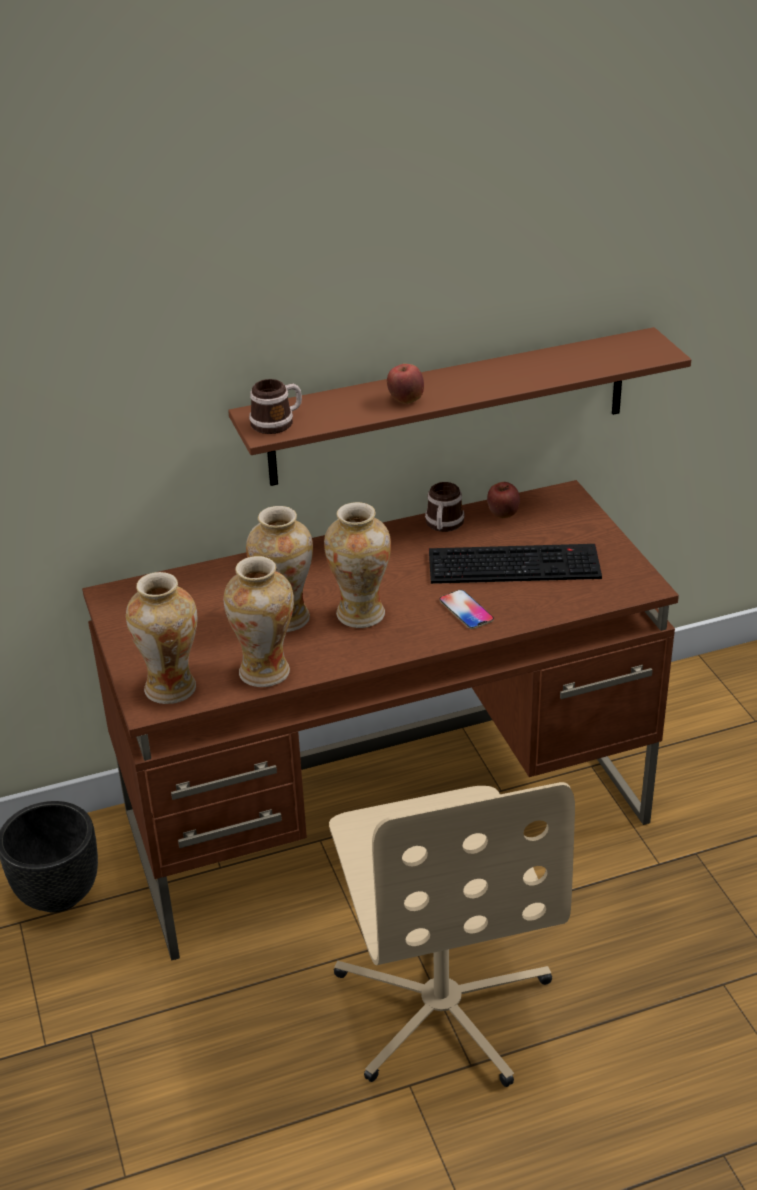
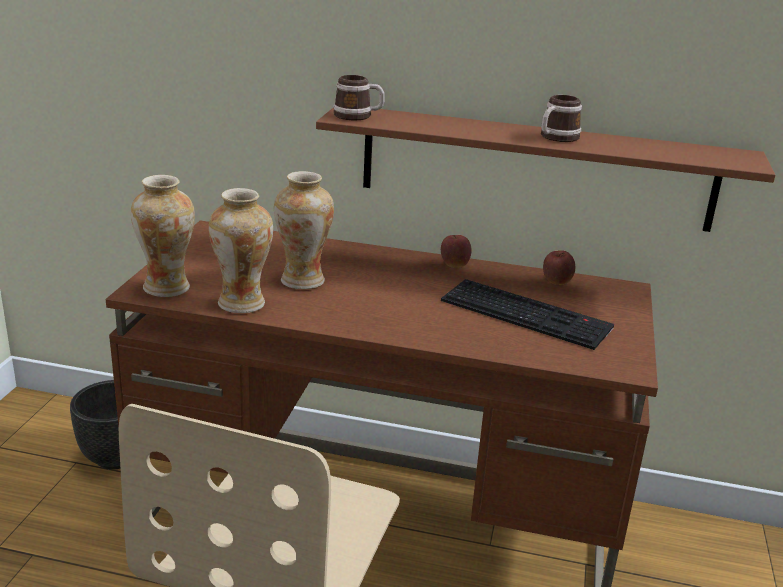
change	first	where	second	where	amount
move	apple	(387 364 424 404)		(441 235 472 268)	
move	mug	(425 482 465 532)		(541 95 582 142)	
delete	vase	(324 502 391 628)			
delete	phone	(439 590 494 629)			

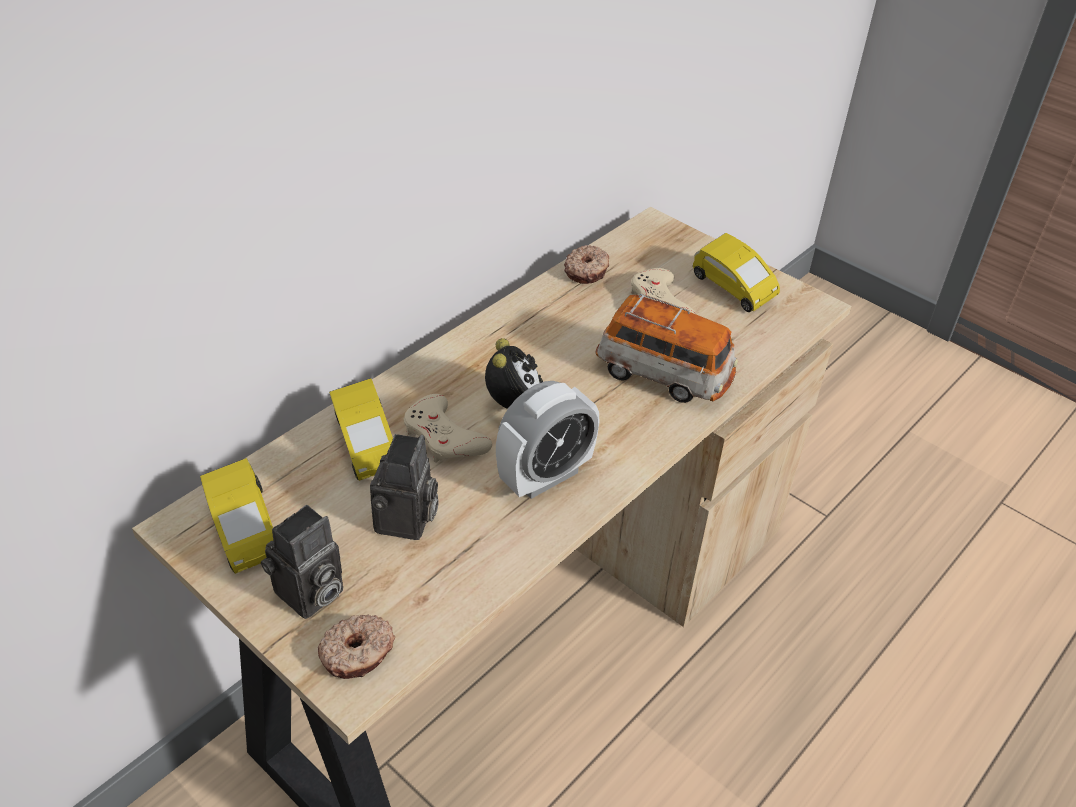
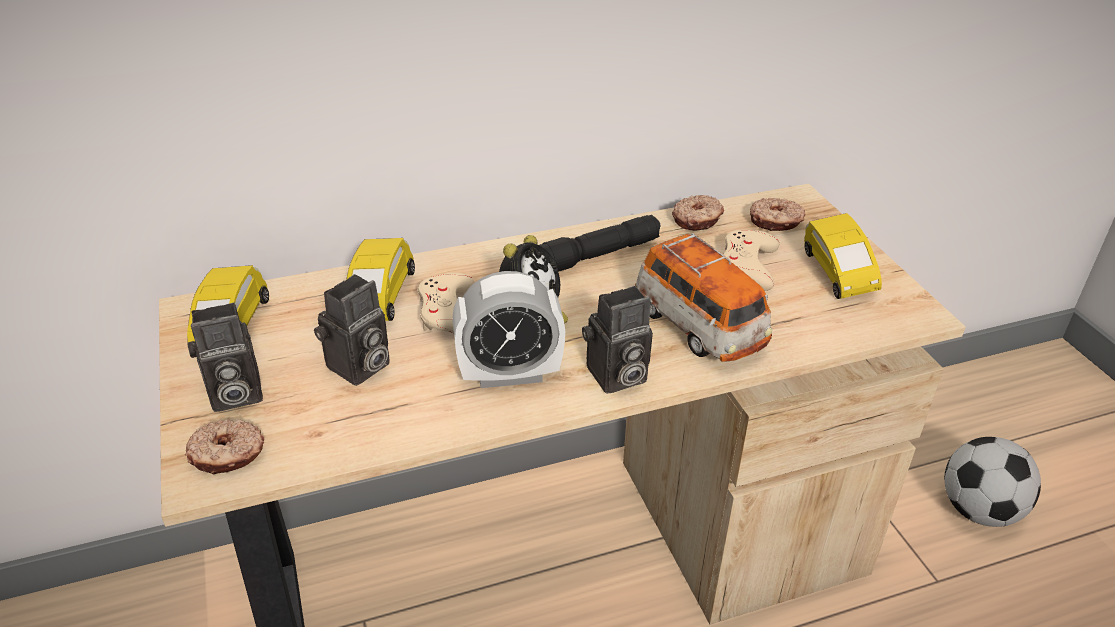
change	first	where	second	where	amount
insert			black flashlight	(540 215 661 272)	
insert			photo camera	(582 286 653 394)	
insert			donut	(750 198 806 231)	
insert			football	(944 437 1041 527)	

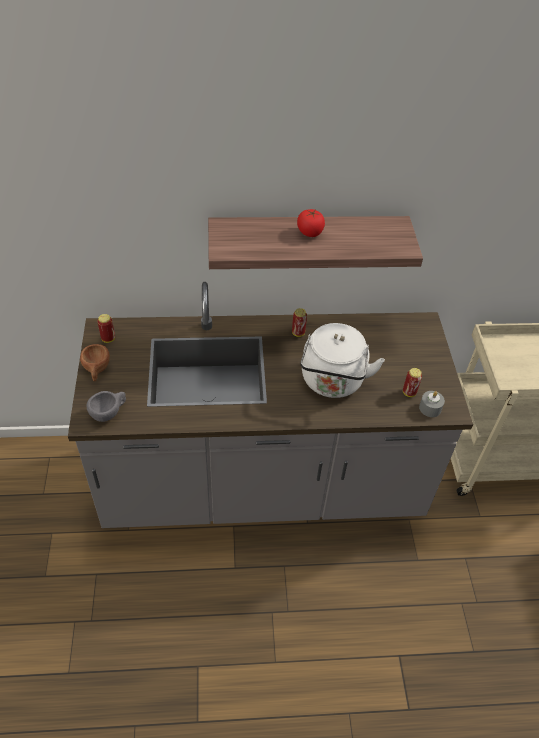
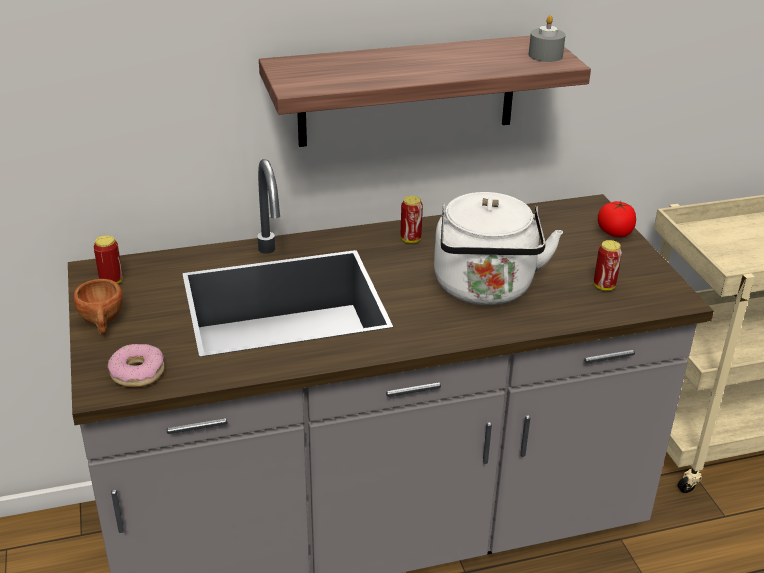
change	first	where	second	where	amount
replace	grey cup	(86 391 126 422)	donut	(108 344 164 387)	
move	grey candle	(419 391 445 417)		(529 15 566 62)	
move	tomato	(297 209 325 237)		(598 201 636 237)	

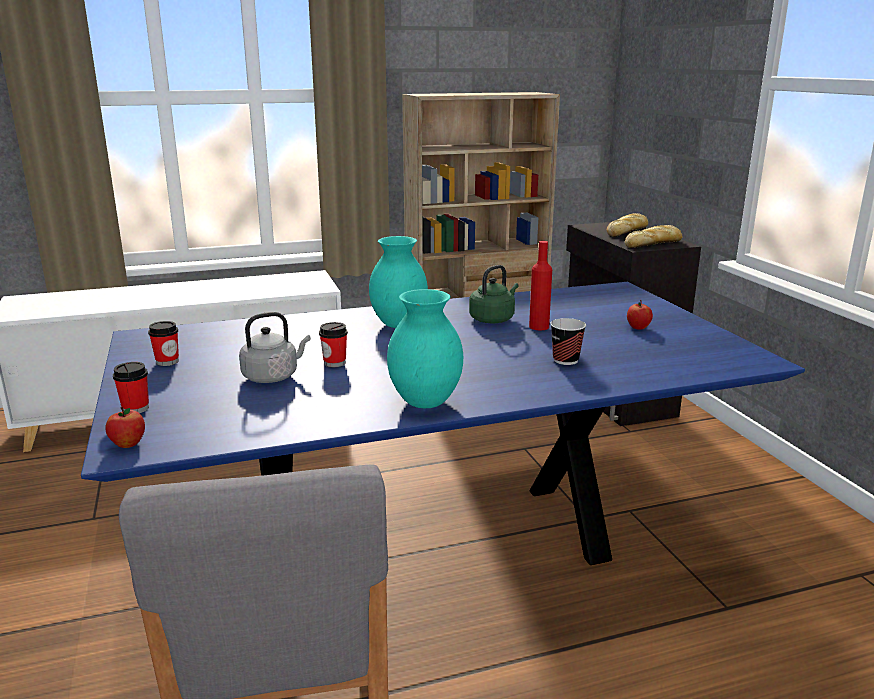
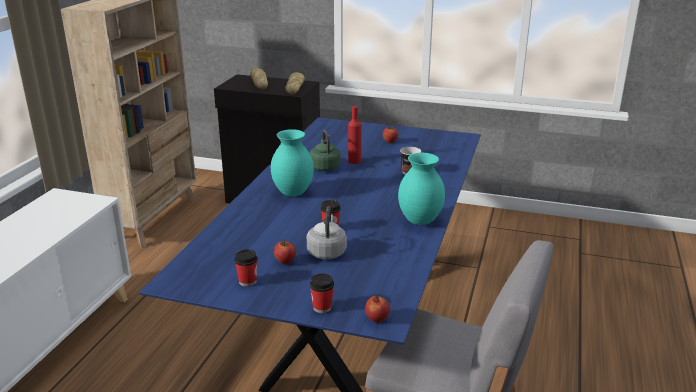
change	first	where	second	where	amount
insert			apple	(274 240 296 264)	

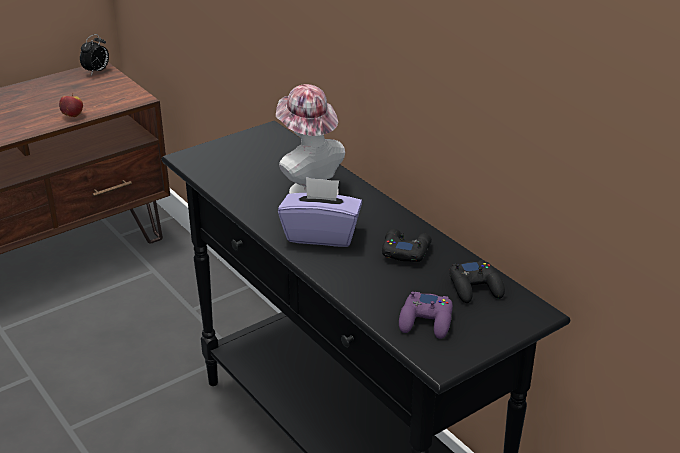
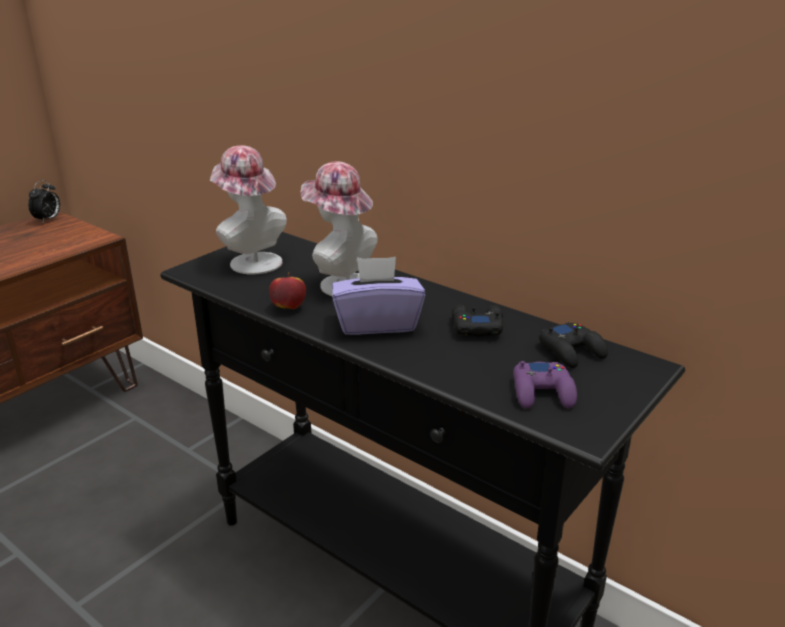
change	first	where	second	where	amount
insert			hat	(210 145 287 275)	
move	apple	(59 93 83 117)		(269 272 306 309)	

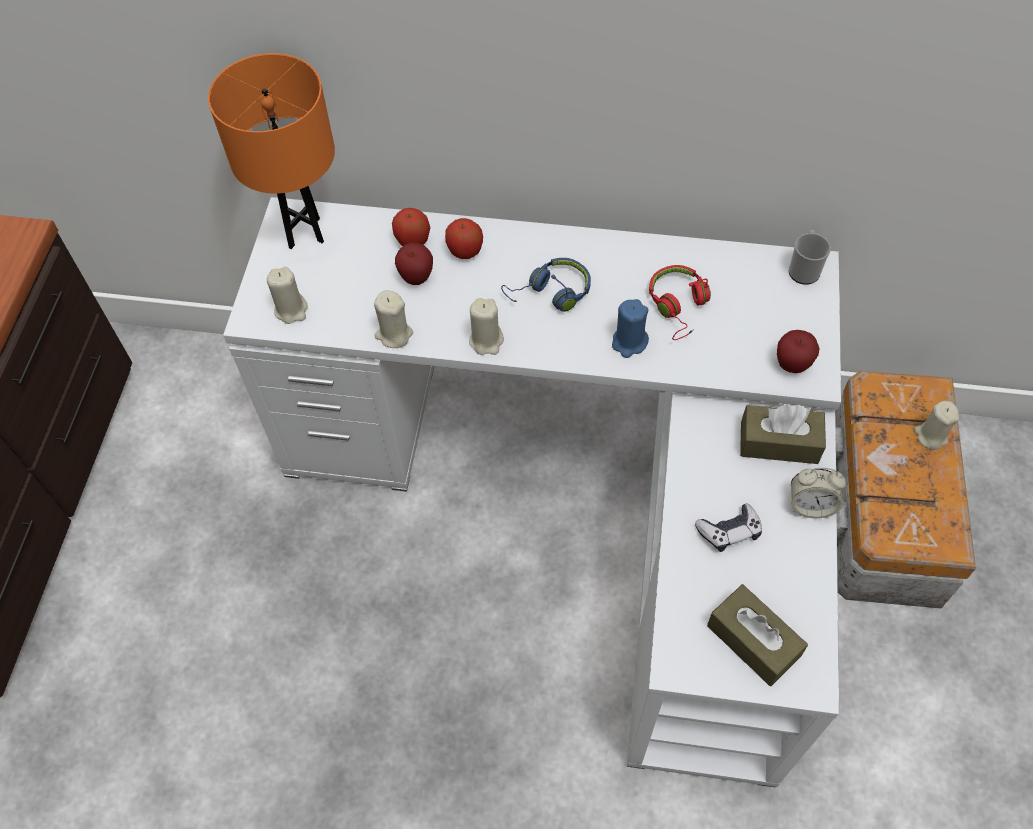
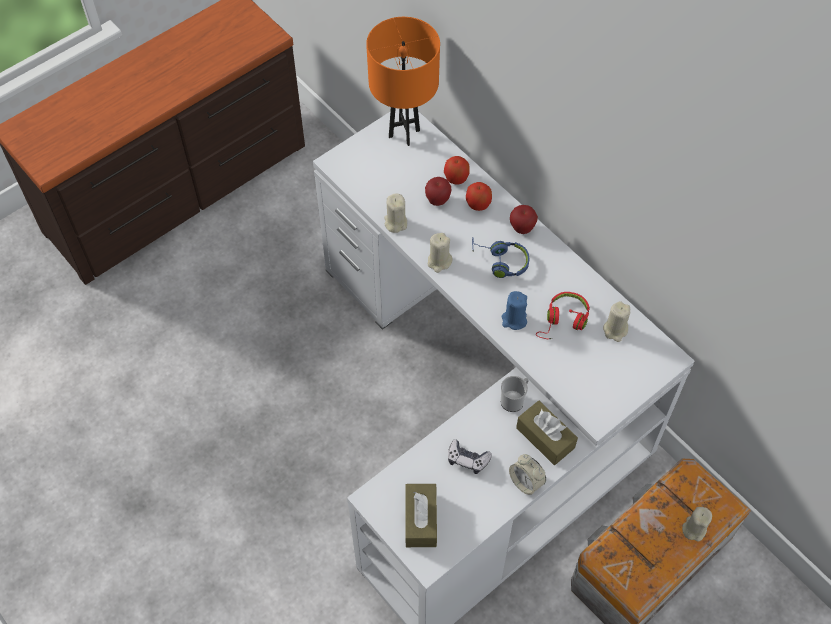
change	first	where	second	where	amount
move	mug	(789 230 831 285)		(500 376 529 412)	
move	apple	(777 330 819 373)		(510 205 538 234)	
move	beige candle	(267 267 308 324)		(603 301 630 342)	

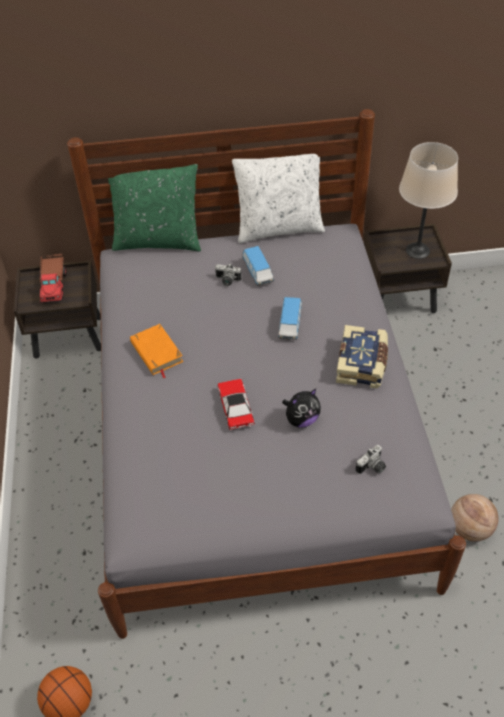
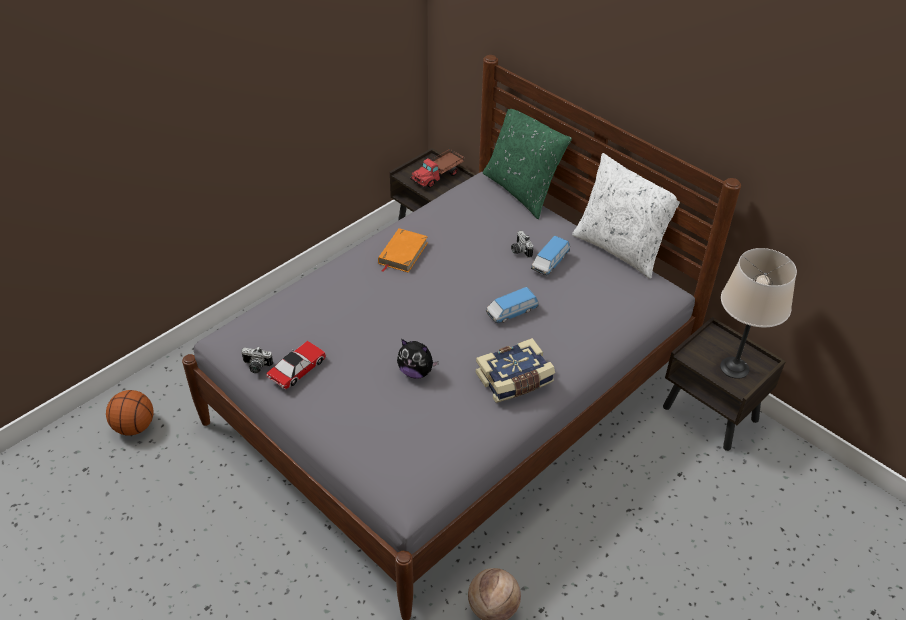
change	first	where	second	where	amount
move	photo camera	(355 445 386 474)		(241 347 273 373)	
move	toy car	(217 379 255 430)		(266 341 327 389)	

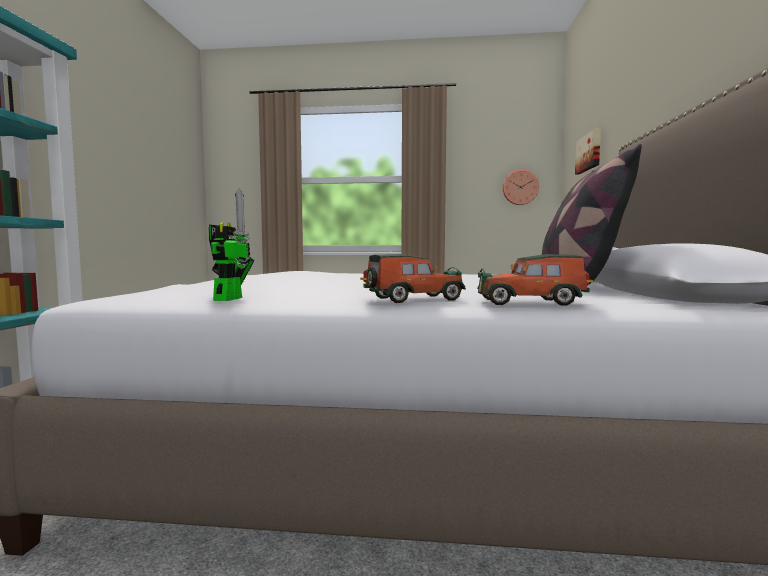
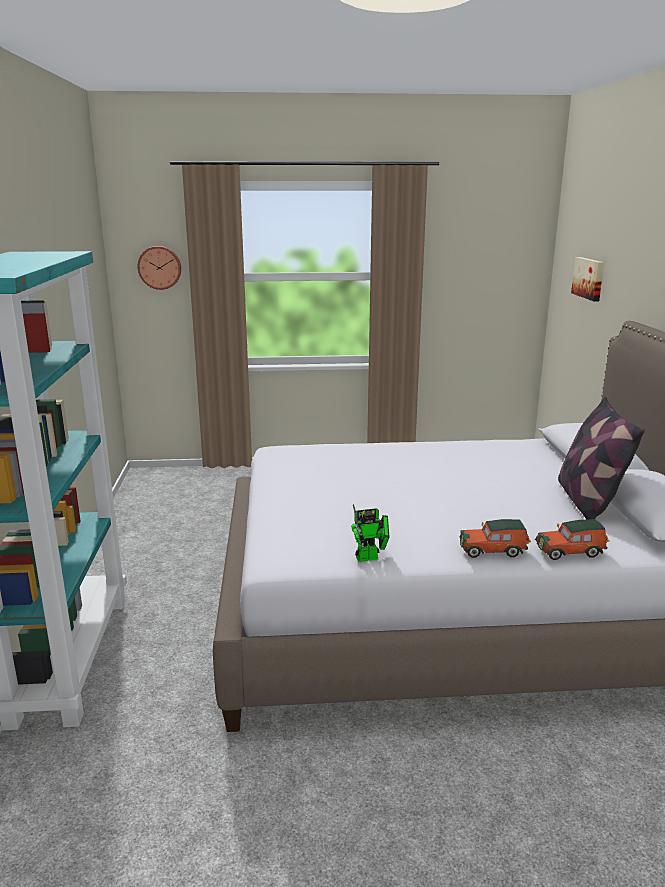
change	first	where	second	where	amount
move	wall clock	(503 169 539 205)		(138 246 181 290)	
rotate	toy robot	(209 188 254 301)		(351 504 389 562)	75 degrees clockwise
rotate	toy car	(360 254 466 303)		(459 519 531 558)	150 degrees counterclockwise

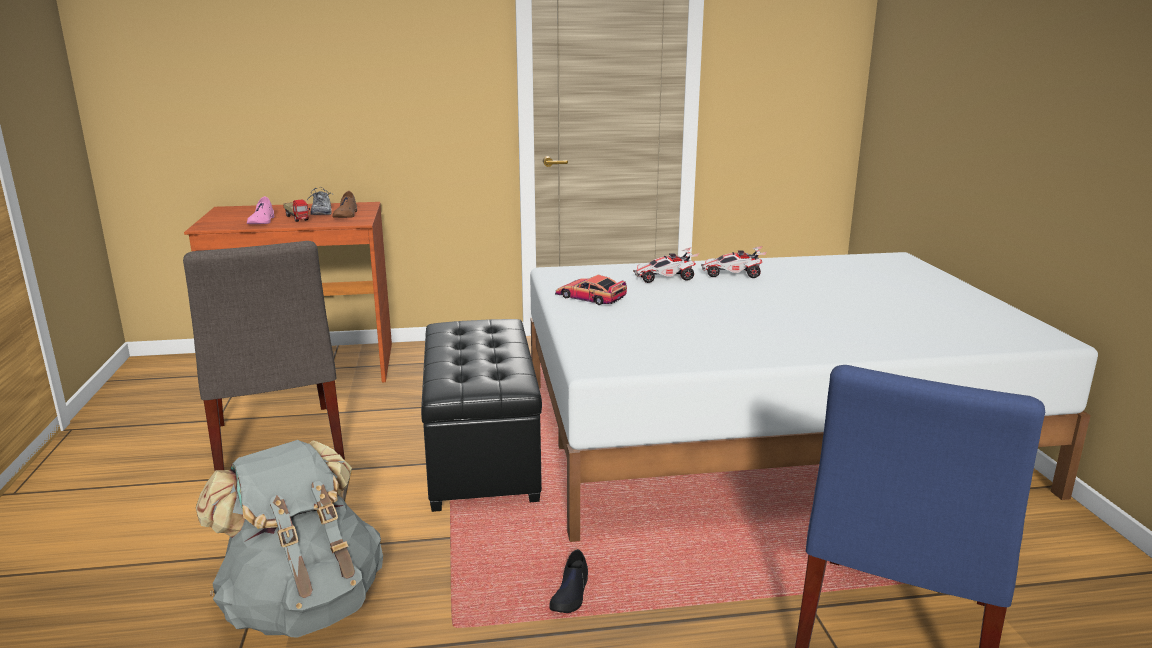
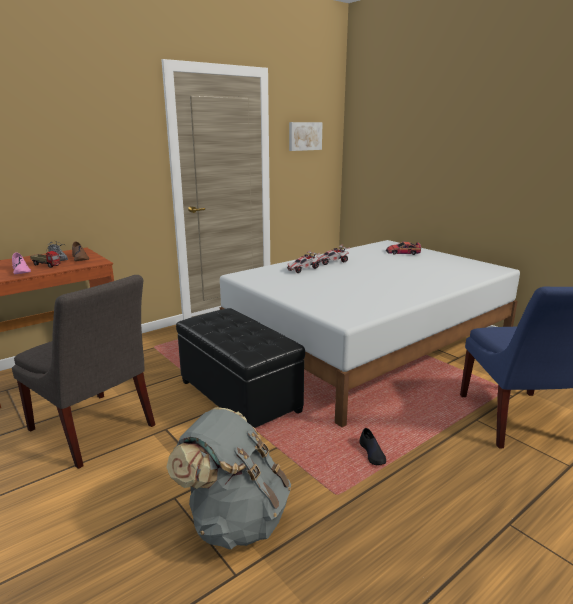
change	first	where	second	where	amount
insert			picture	(289 122 323 151)	
move	toy car	(555 274 627 305)		(386 242 421 255)	

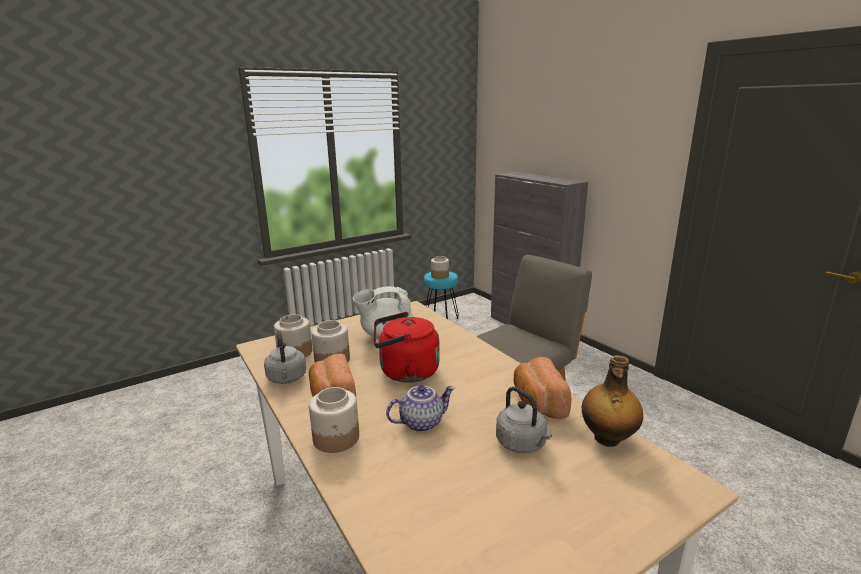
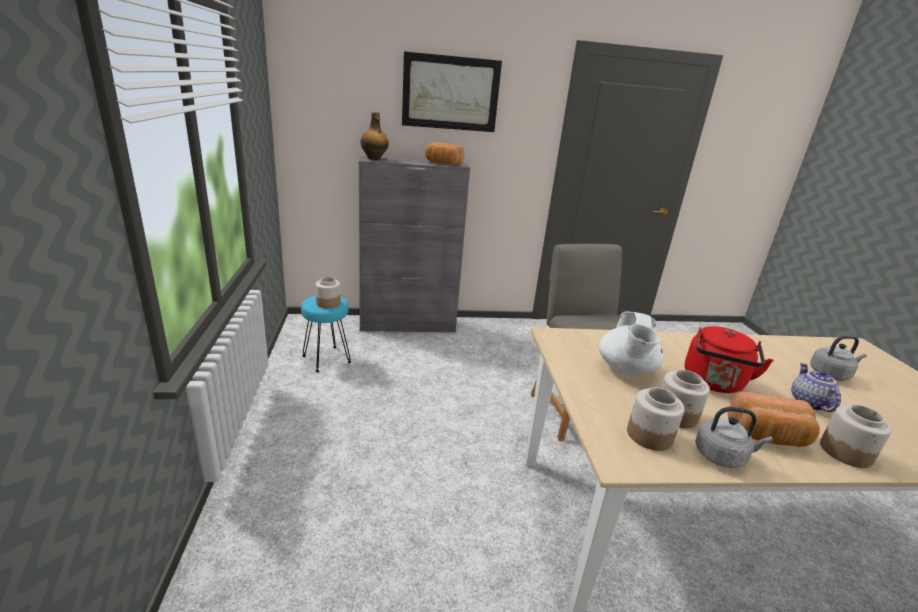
change	first	where	second	where	amount
move	bottle	(582 355 643 447)		(361 112 389 160)	
insert			picture	(402 51 502 132)	
move	bread	(514 357 572 419)		(425 142 464 165)	

